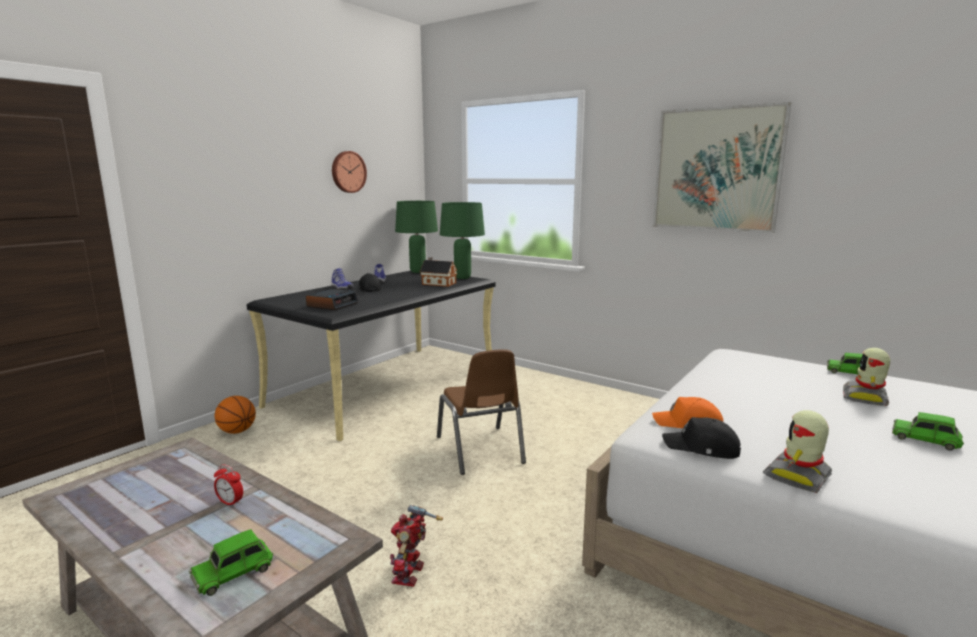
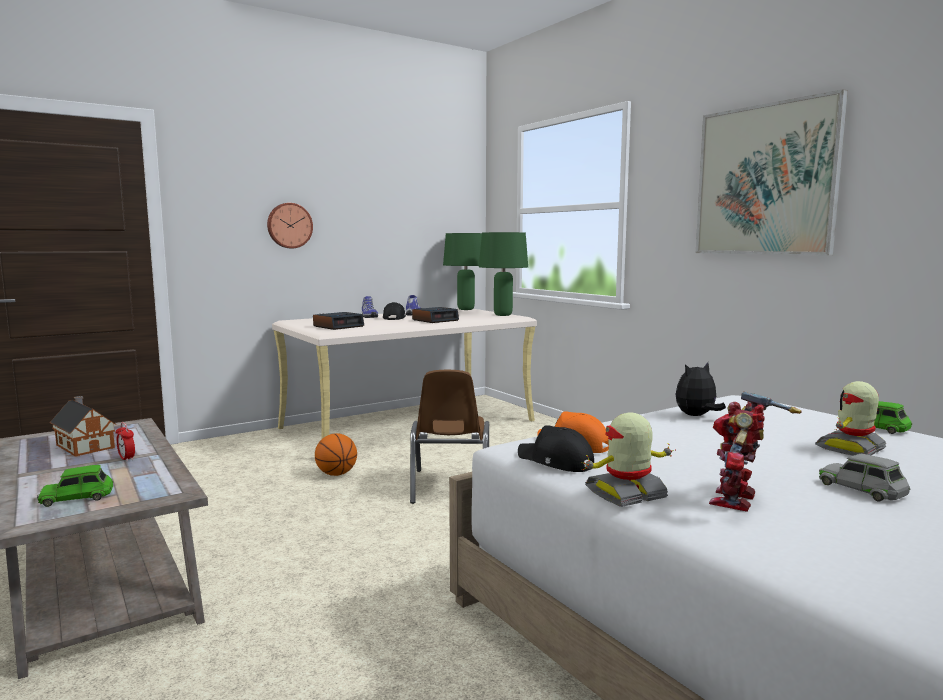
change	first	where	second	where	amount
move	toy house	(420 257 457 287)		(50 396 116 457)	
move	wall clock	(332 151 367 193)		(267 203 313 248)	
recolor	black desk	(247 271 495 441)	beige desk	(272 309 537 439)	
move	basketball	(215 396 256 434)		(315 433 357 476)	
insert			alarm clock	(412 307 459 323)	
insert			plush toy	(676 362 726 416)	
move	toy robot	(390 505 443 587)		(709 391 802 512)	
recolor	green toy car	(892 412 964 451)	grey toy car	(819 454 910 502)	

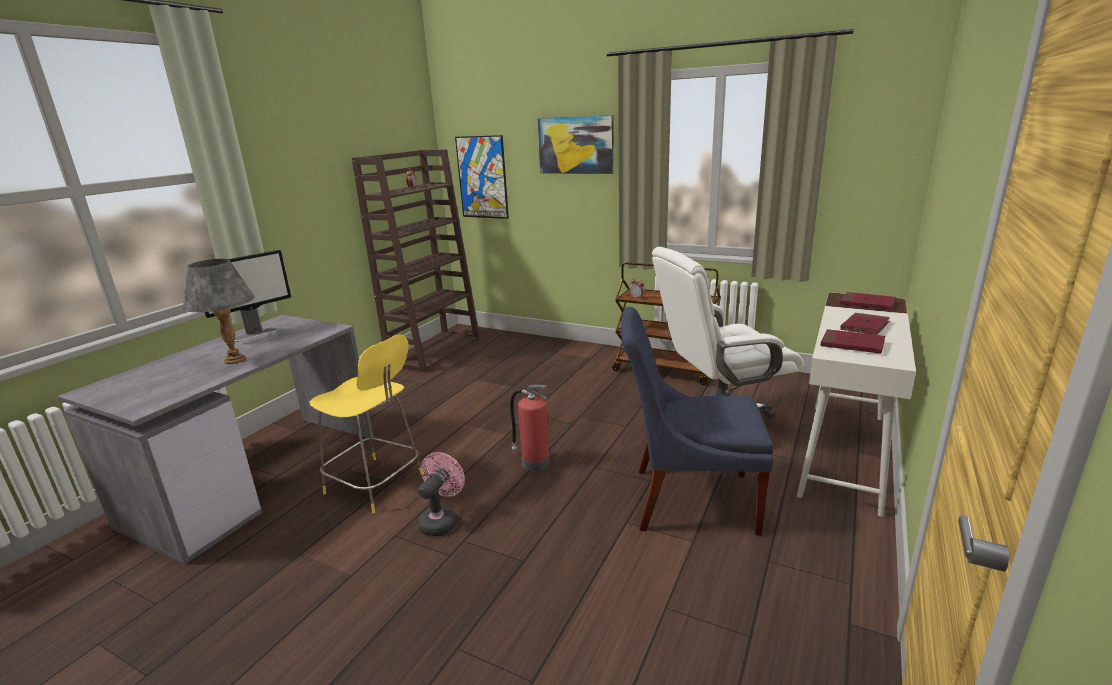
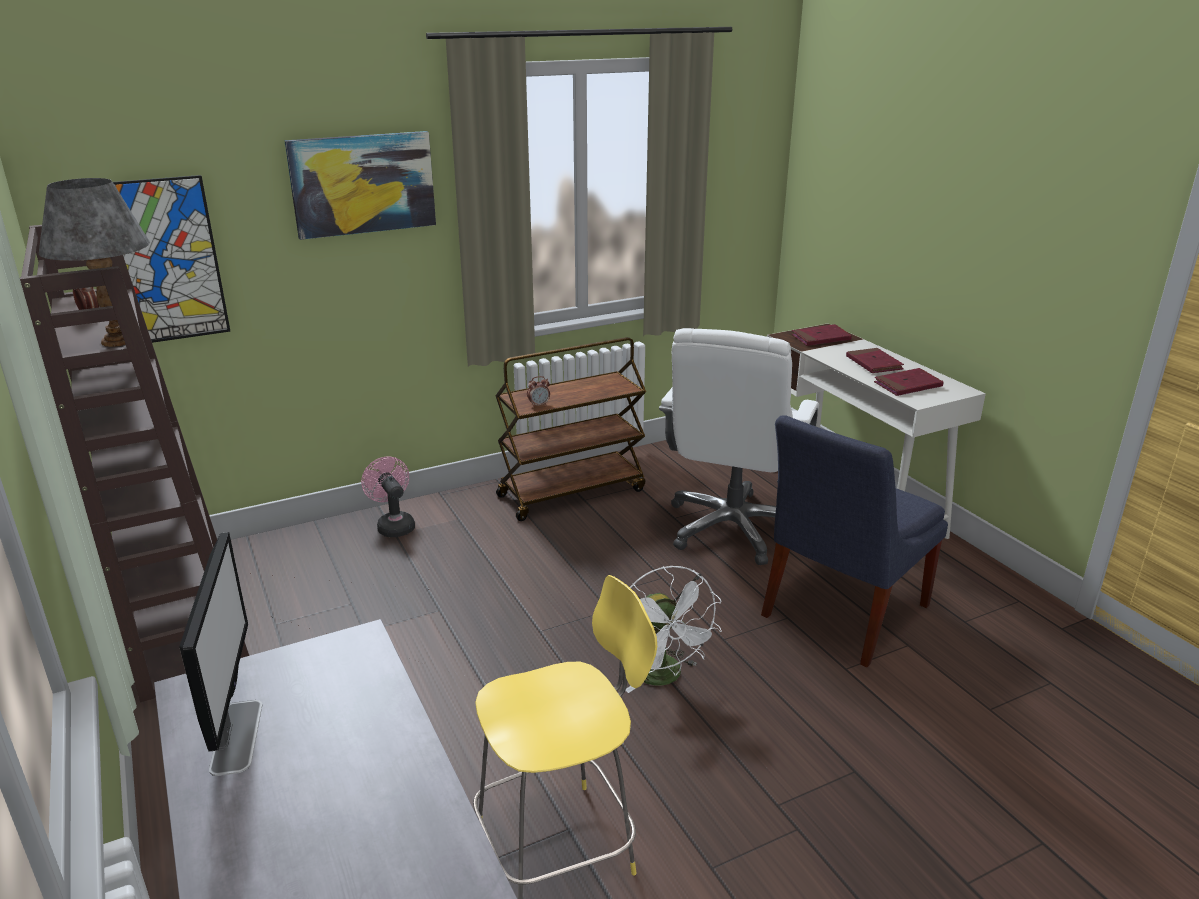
change	first	where	second	where	amount
move	grey table lamp	(183 259 255 364)		(39 178 150 347)	
move	pink fan	(418 452 465 536)		(361 456 415 537)	
replace	fire extinguisher	(510 385 550 471)	white fan	(625 566 722 693)	

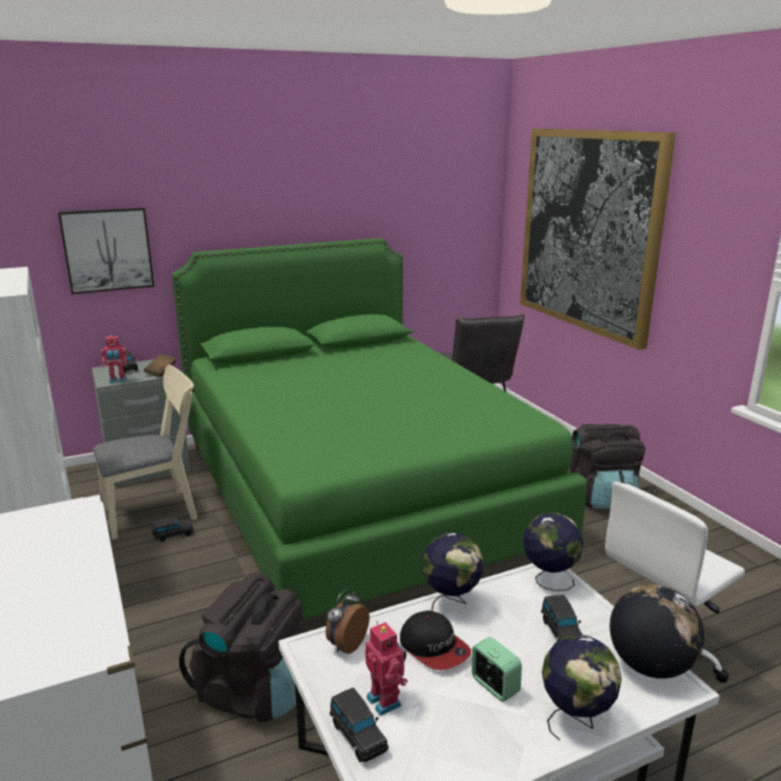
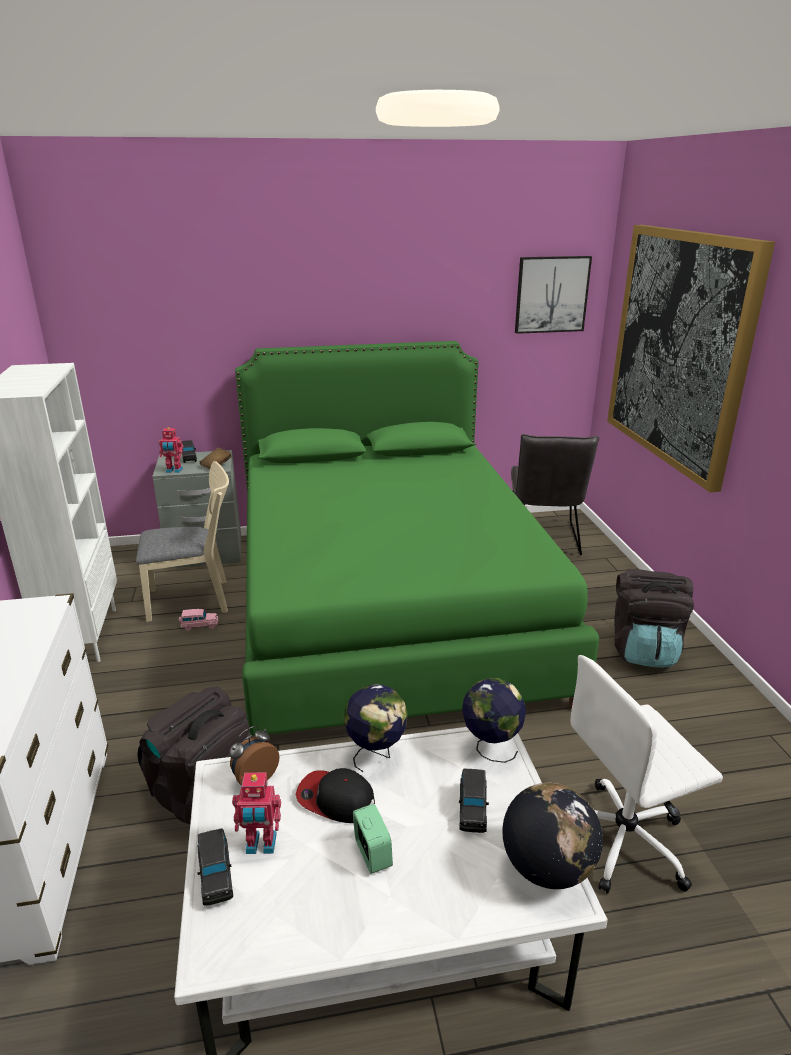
change	first	where	second	where	amount
recolor	black toy car	(151 517 193 542)	pink toy car	(179 609 218 631)	
rotate	toy robot	(365 621 408 716)		(232 772 281 854)	105 degrees clockwise
rotate	cap	(400 610 471 670)		(296 768 375 823)	135 degrees clockwise
move	picture	(58 208 154 294)		(515 256 592 334)	
delete	globe	(542 635 622 741)			

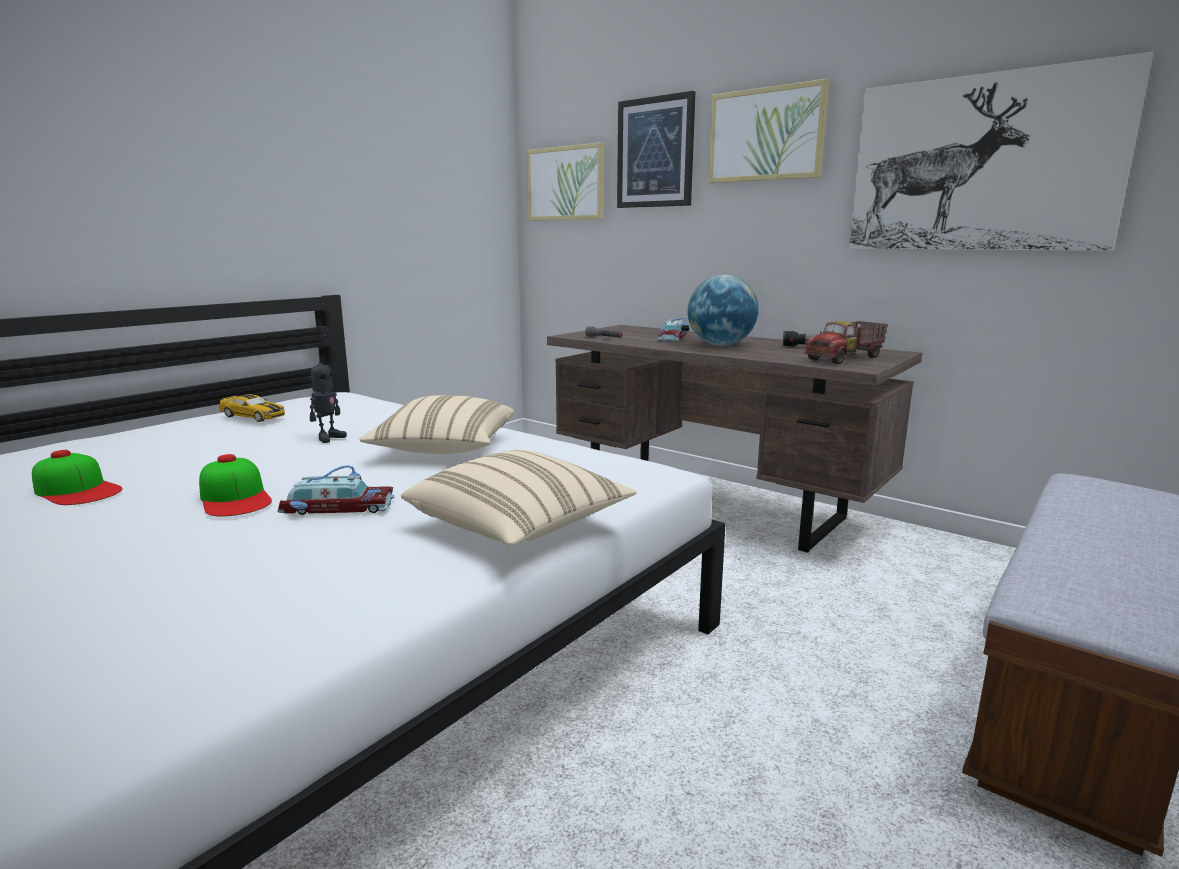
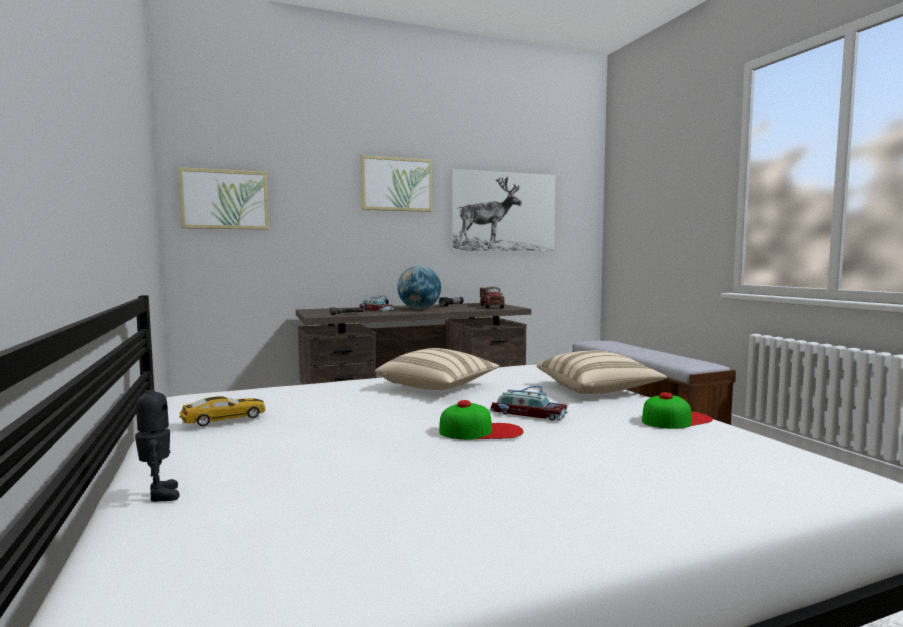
change	first	where	second	where	amount
move	toy robot	(310 353 347 443)		(135 376 179 502)	
rotate	toy car	(277 465 394 515)		(490 386 568 420)	90 degrees clockwise
move	cap	(32 450 122 505)		(642 392 713 429)	
delete	picture	(617 91 695 208)			

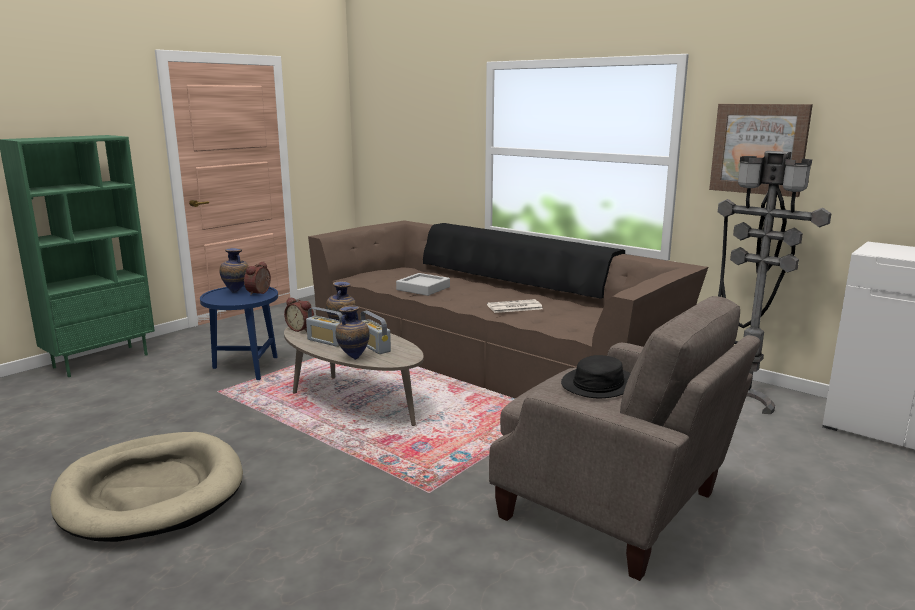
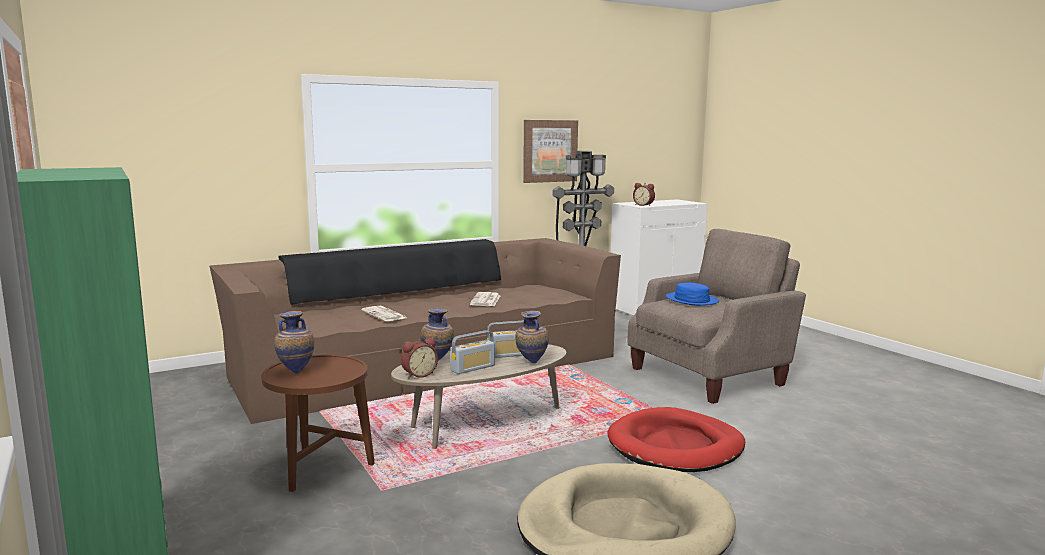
change	first	where	second	where	amount
recolor	blue side table	(200 285 278 380)	brown side table	(261 355 375 492)	
replace	grey tray	(396 273 450 296)	newspaper	(361 306 407 321)	
insert			red dog bed	(607 407 745 472)	
move	alarm clock	(244 261 271 295)		(633 183 655 206)	
recolor	black hat	(561 355 631 398)	blue hat	(666 283 719 306)	

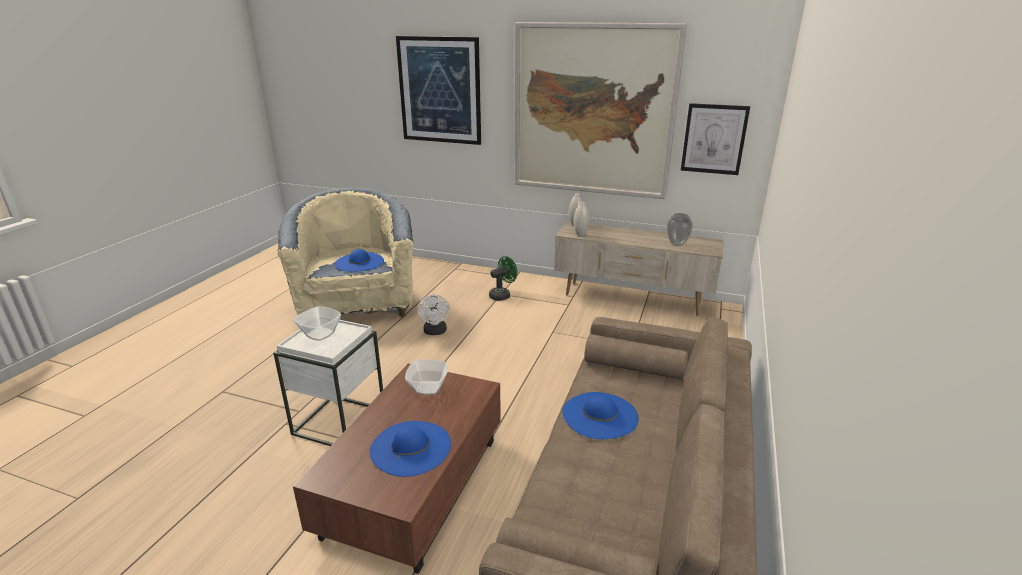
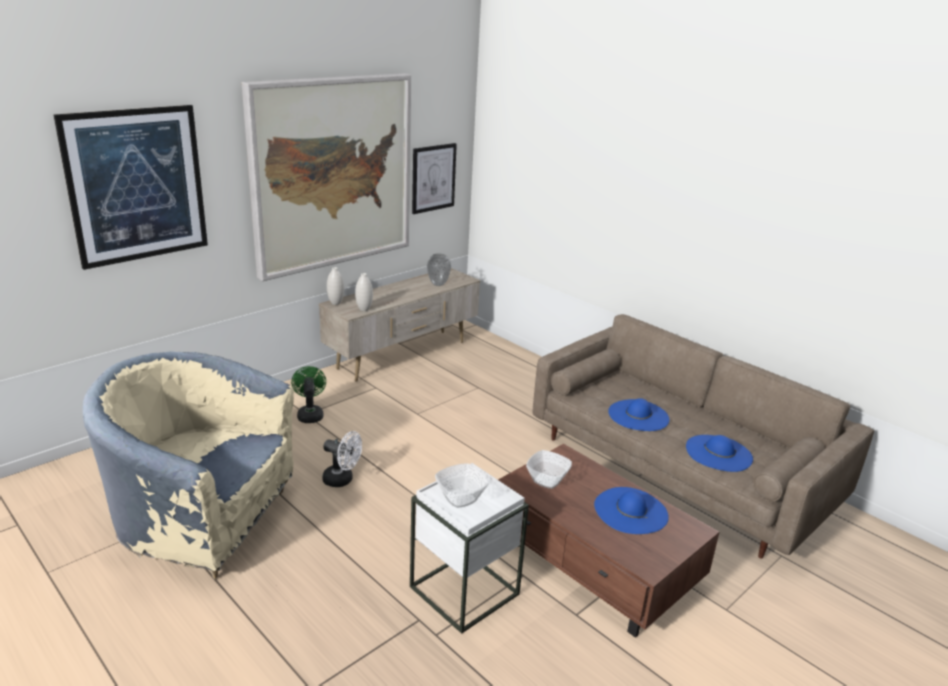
change	first	where	second	where	amount
move	blue hat	(335 249 384 271)		(686 435 753 472)	

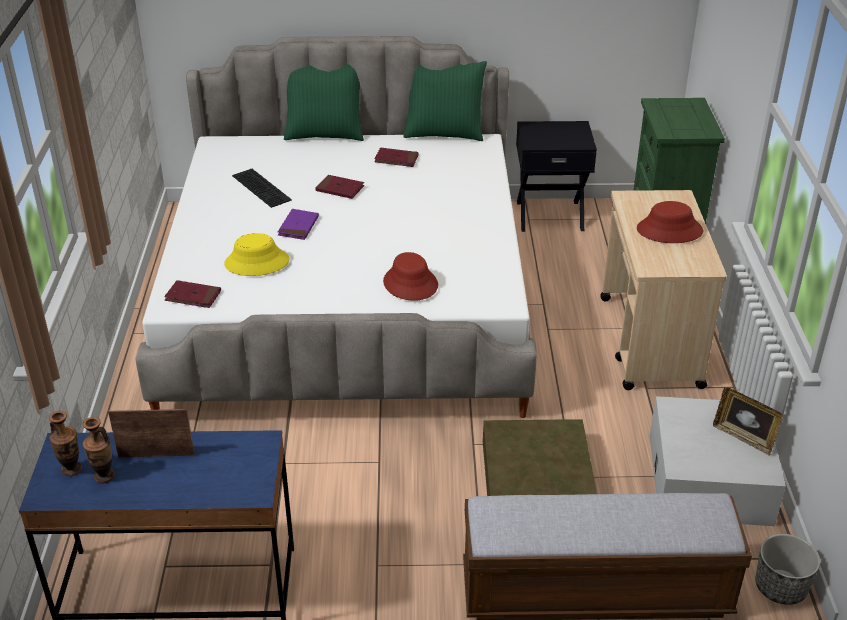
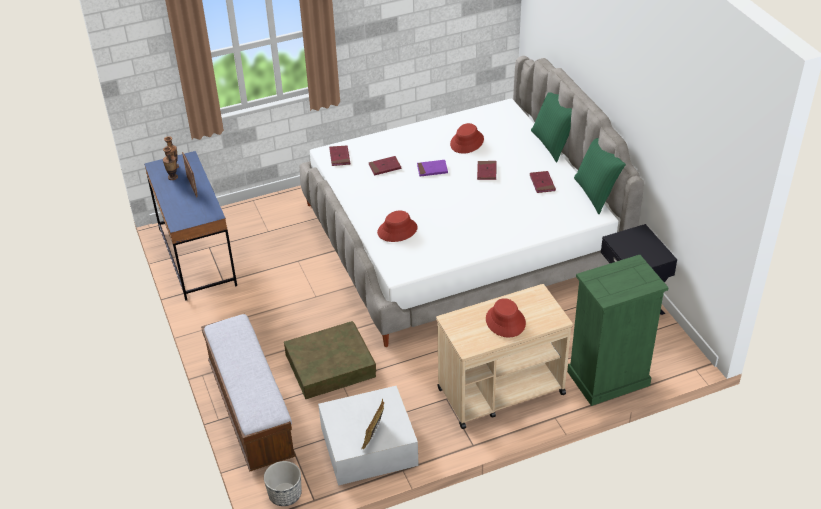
change	first	where	second	where	amount
replace	yellow hat	(224 233 289 276)	red book	(369 156 401 176)	
replace	keyboard	(232 169 292 208)	red hat	(450 123 484 154)	

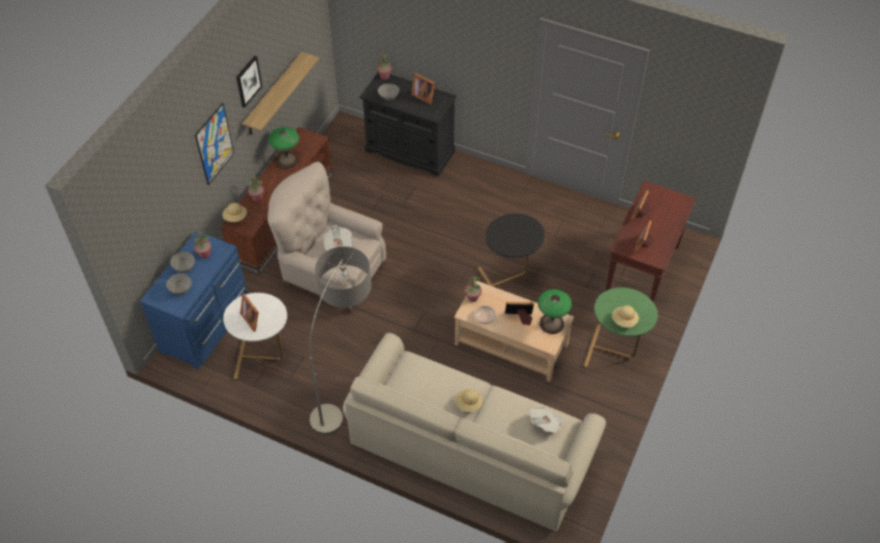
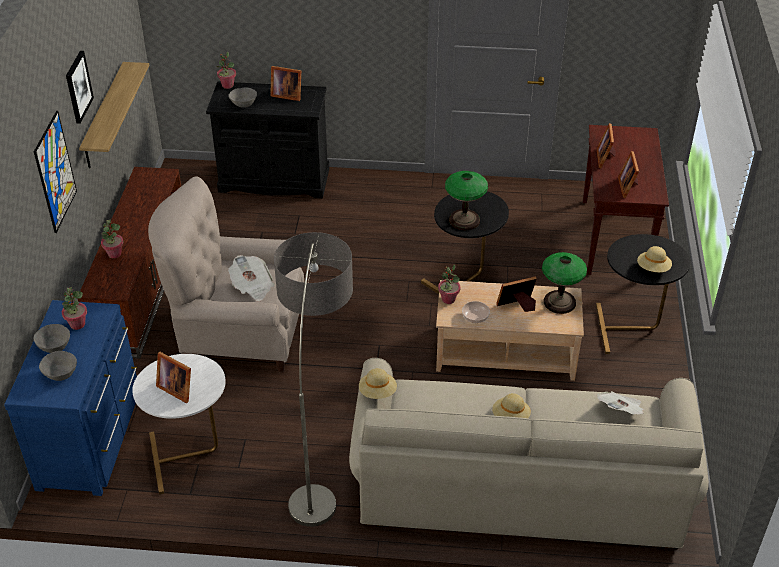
change	first	where	second	where	amount
move	beige hat	(222 203 247 222)		(359 368 397 399)	
move	table lamp	(269 127 299 169)		(445 171 488 230)	
recolor	green side table	(584 288 658 369)	black side table	(596 234 690 354)	

